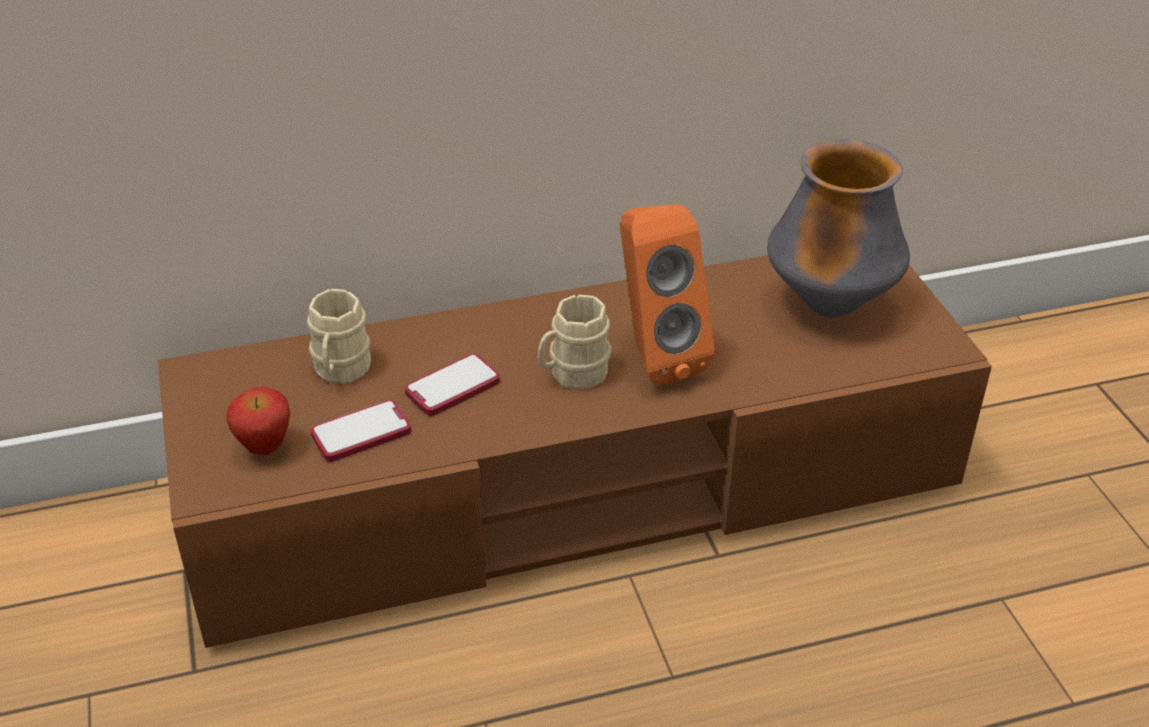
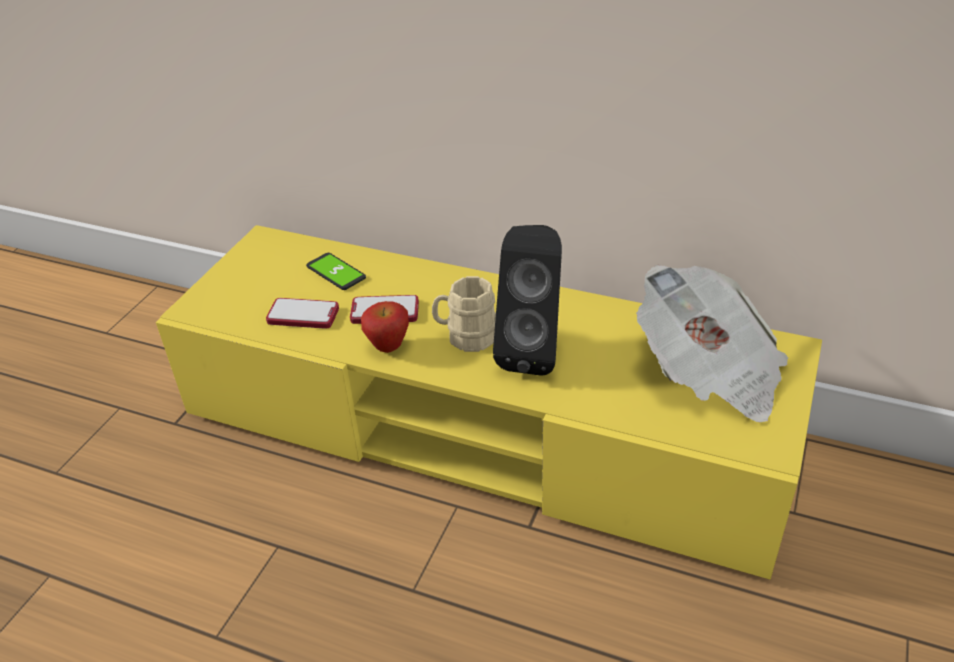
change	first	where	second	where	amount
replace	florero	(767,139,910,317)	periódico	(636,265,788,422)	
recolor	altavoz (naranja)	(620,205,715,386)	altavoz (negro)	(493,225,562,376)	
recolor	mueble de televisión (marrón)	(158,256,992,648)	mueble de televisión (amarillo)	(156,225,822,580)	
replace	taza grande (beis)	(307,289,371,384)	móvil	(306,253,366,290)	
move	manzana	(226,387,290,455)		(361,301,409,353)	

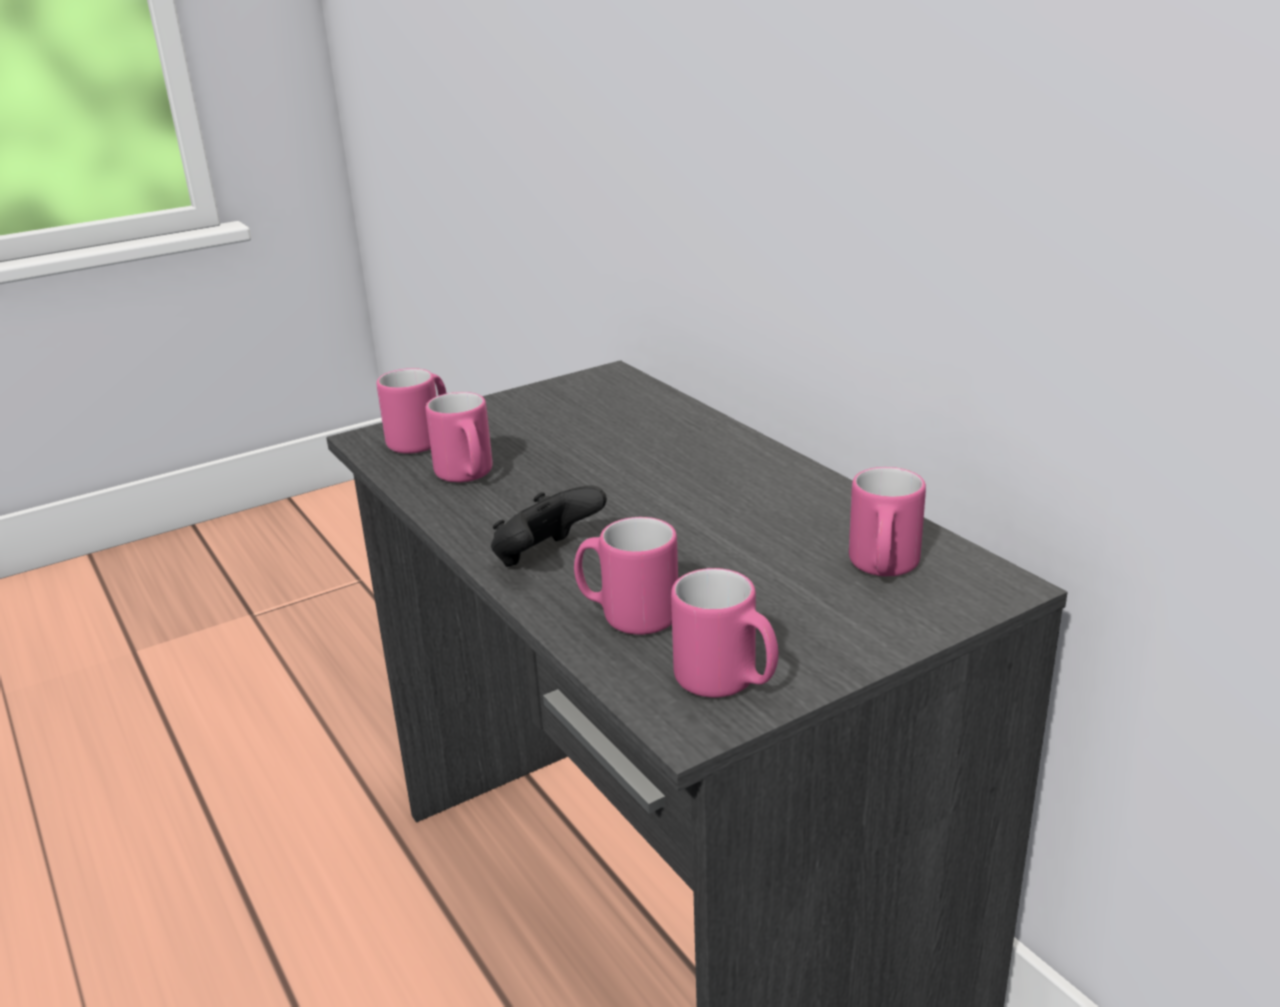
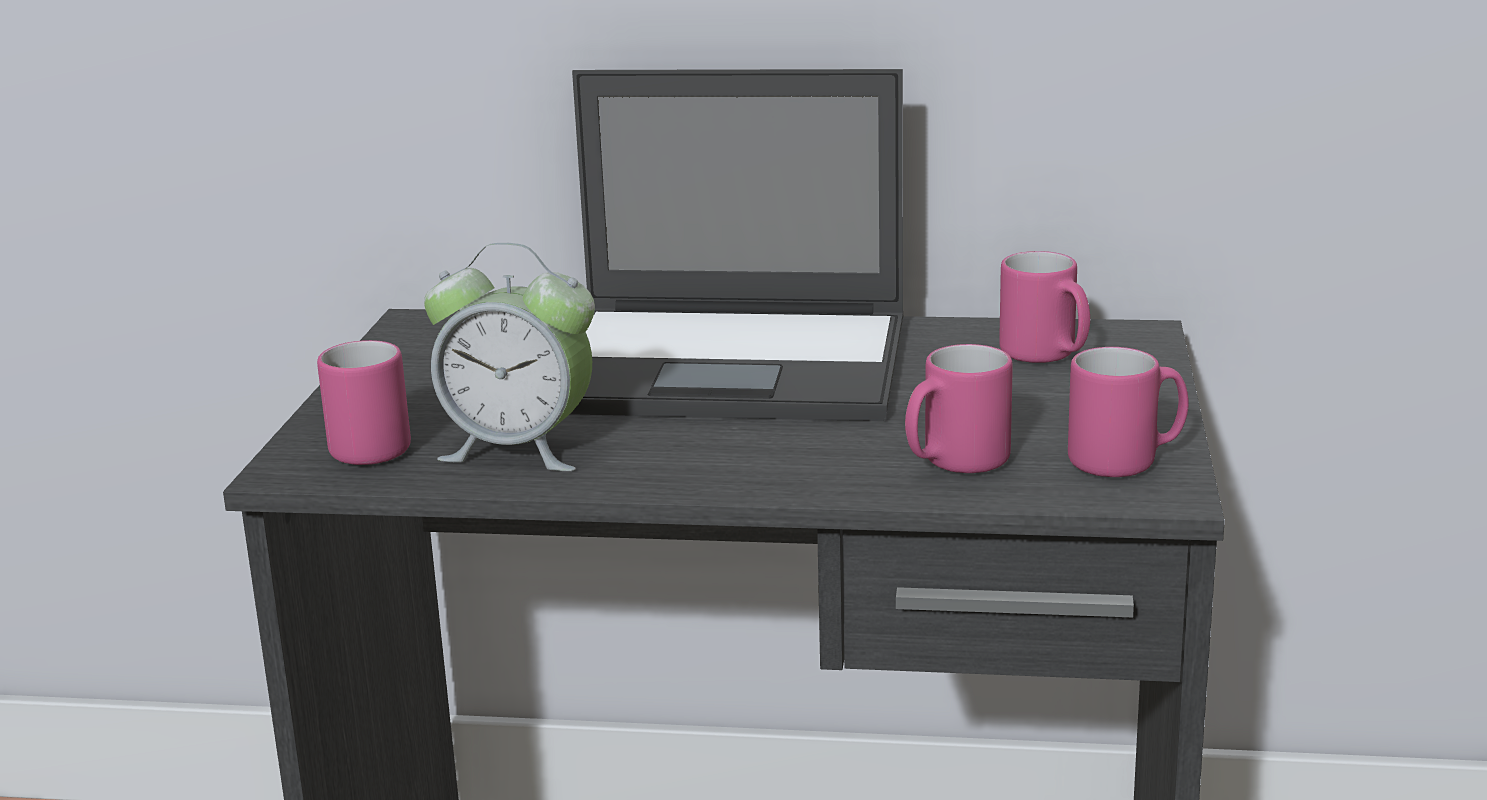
change	first	where	second	where	amount
replace	taza grande (rosa)	(426,392,493,482)	despertador	(424,243,595,471)	
delete	mando de consola (negro)	(491,485,607,567)			
insert			portátil	(570,69,903,421)	

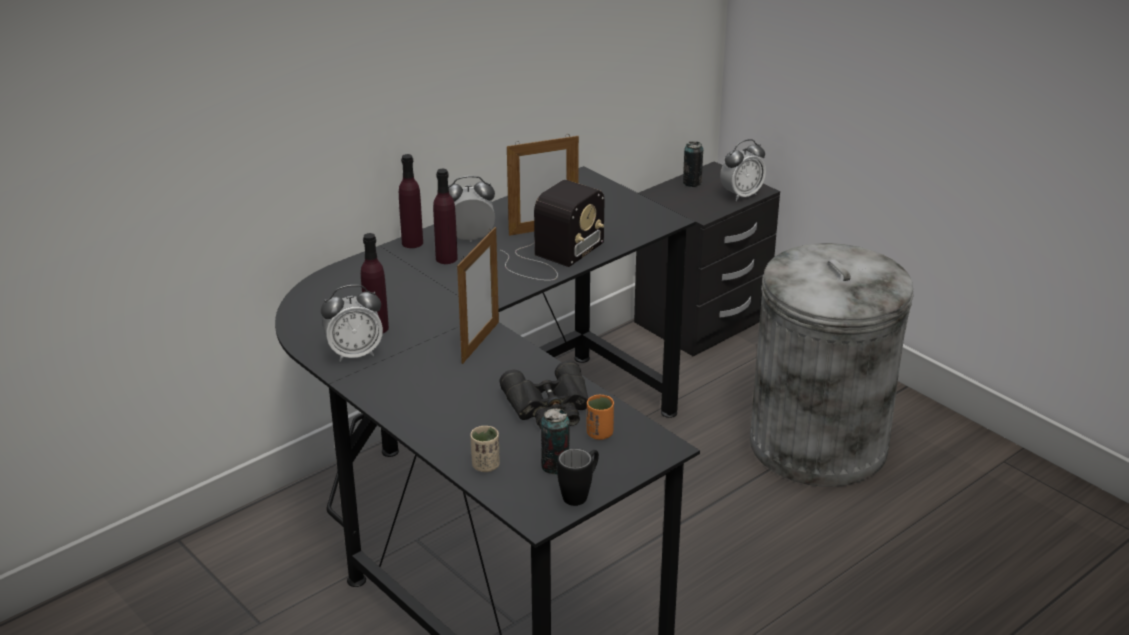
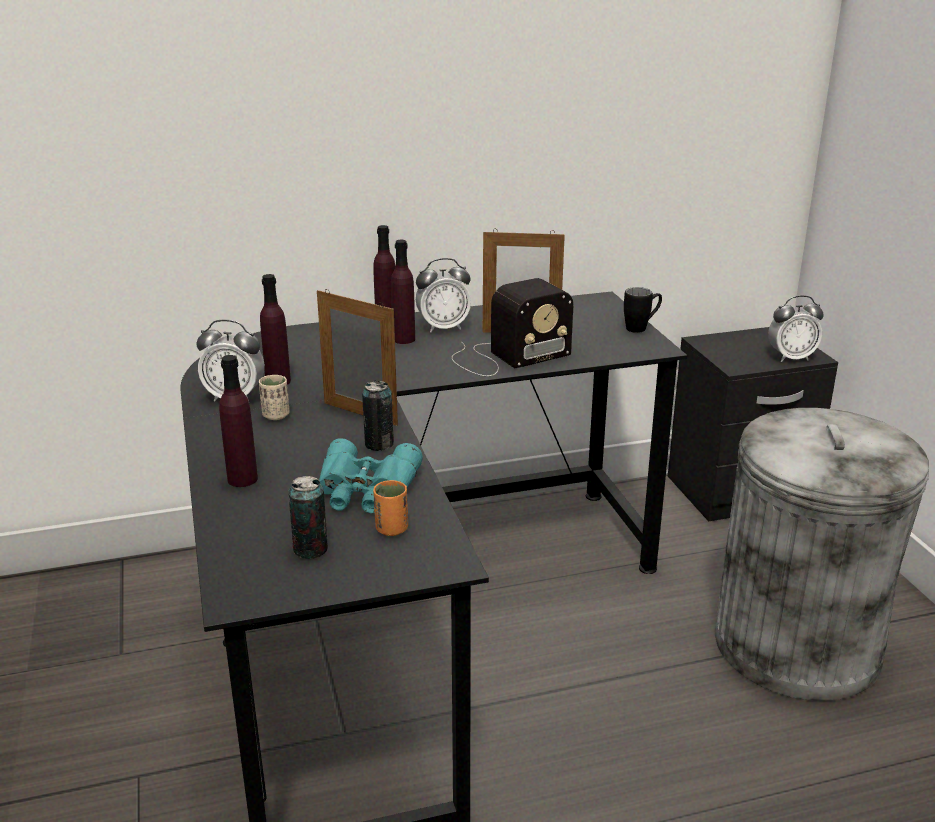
change	first	where	second	where	amount
move	lata	(683,141,703,187)		(362,381,394,451)	
rotate	despertador	(448,176,495,242)		(416,258,471,332)	150 degrees clockwise
rotate	portarretratos	(457,227,499,364)		(317,289,398,426)	105 degrees counterclockwise
recolor	prismáticos (negro)	(500,360,588,429)	prismáticos (turquesa)	(319,438,422,513)	
move	taza (beis)	(470,426,500,472)		(259,375,290,420)	
move	taza grande (negro)	(557,449,599,506)		(624,287,662,333)	
insert			botella (morado)	(219,355,258,487)	

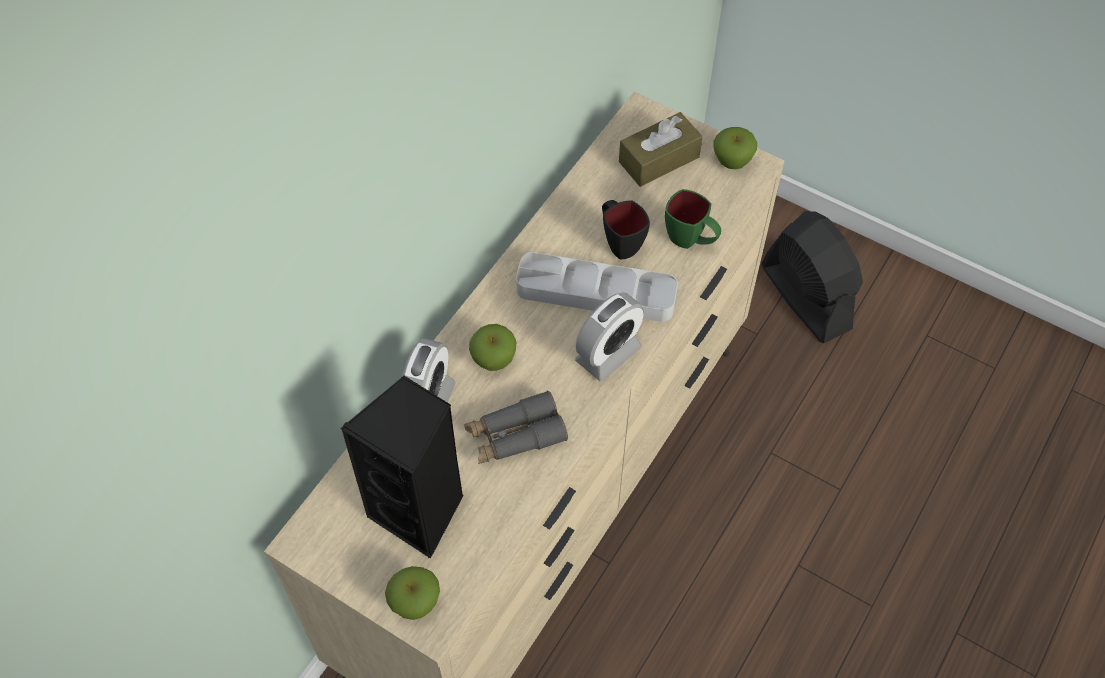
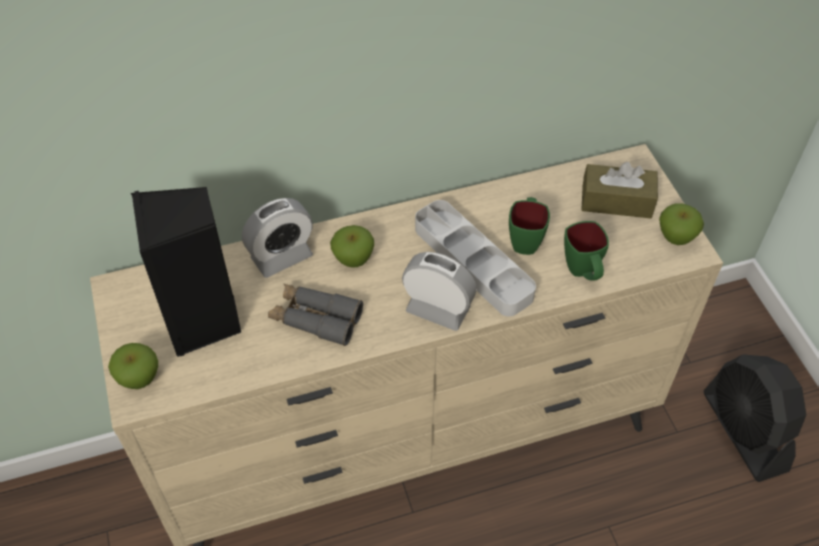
change	first	where	second	where	amount
recolor	taza grande (negro)	(602,200,650,259)	taza grande (verde)	(509,197,550,255)	
rotate	ventilador (negro)	(762,211,863,343)		(704,354,806,482)	150 degrees clockwise
rotate	despertador	(575,292,644,381)		(402,252,477,331)	150 degrees counterclockwise

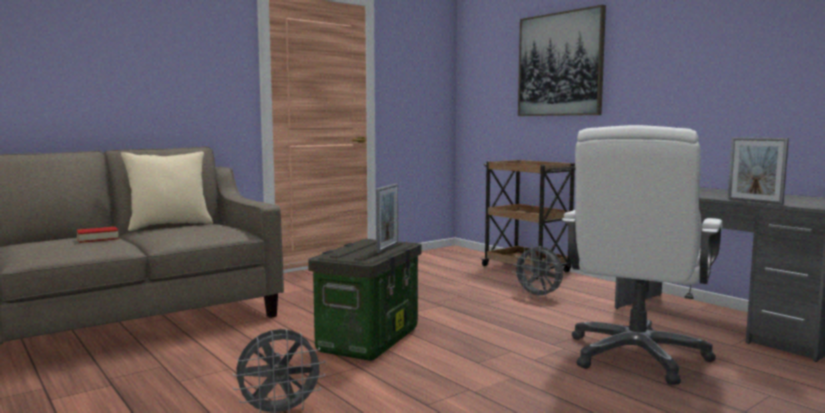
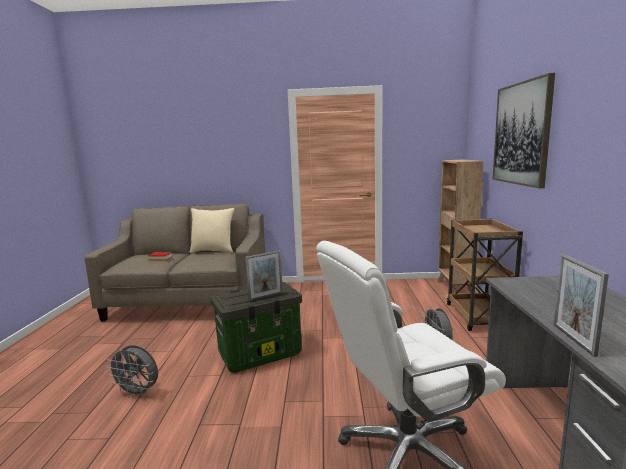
change	first	where	second	where	amount
insert			estantería (marrón)	(437,159,484,294)	

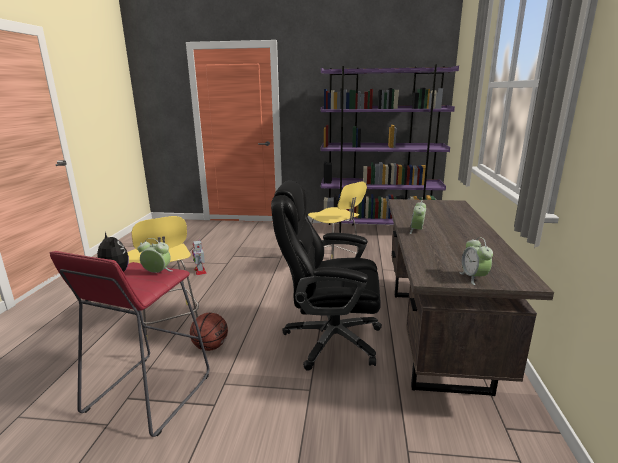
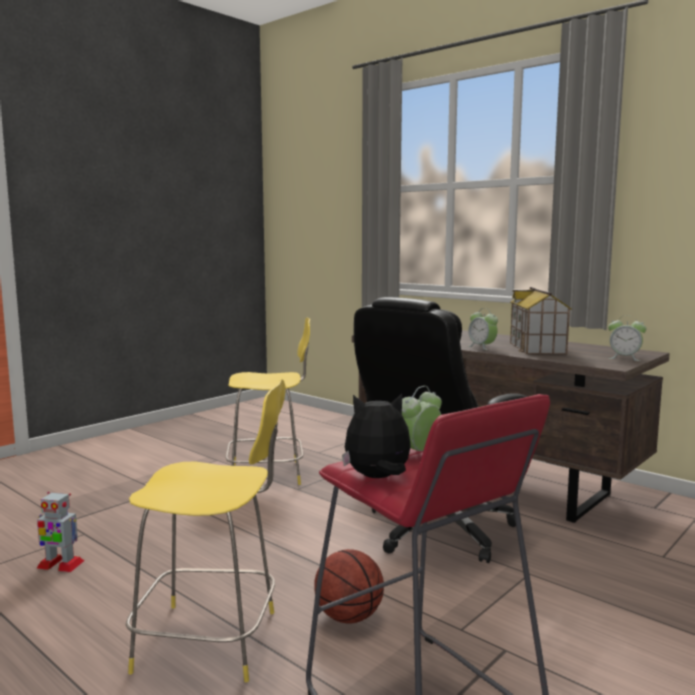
change	first	where	second	where	amount
delete	estantería (morado)	(321,64,459,233)			
insert			casita	(510,287,572,354)	

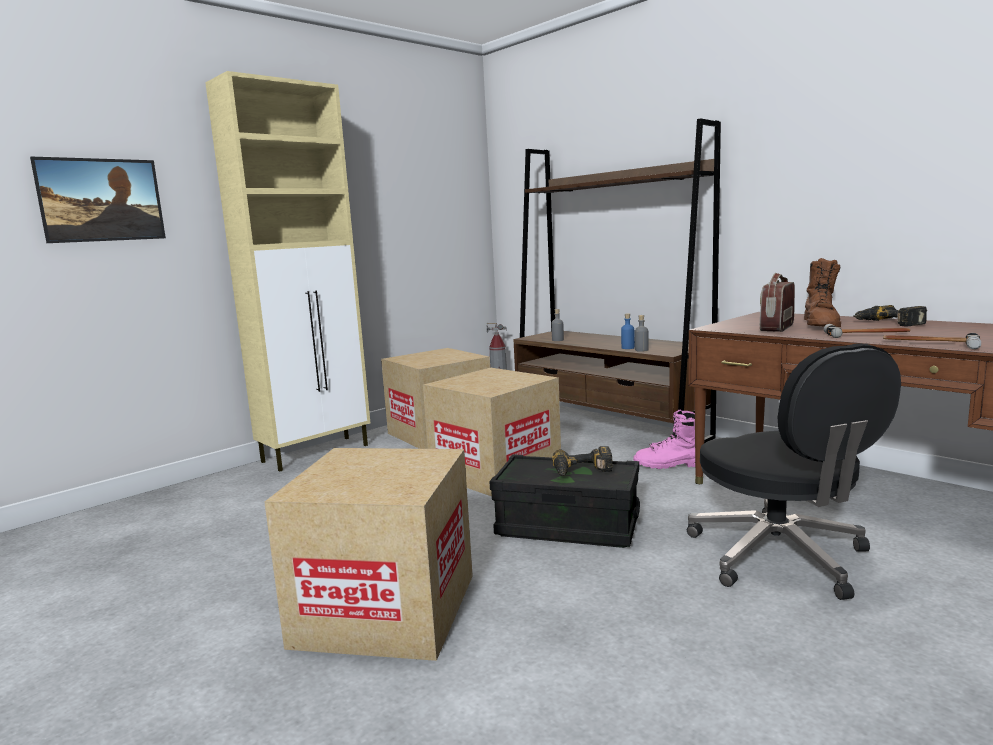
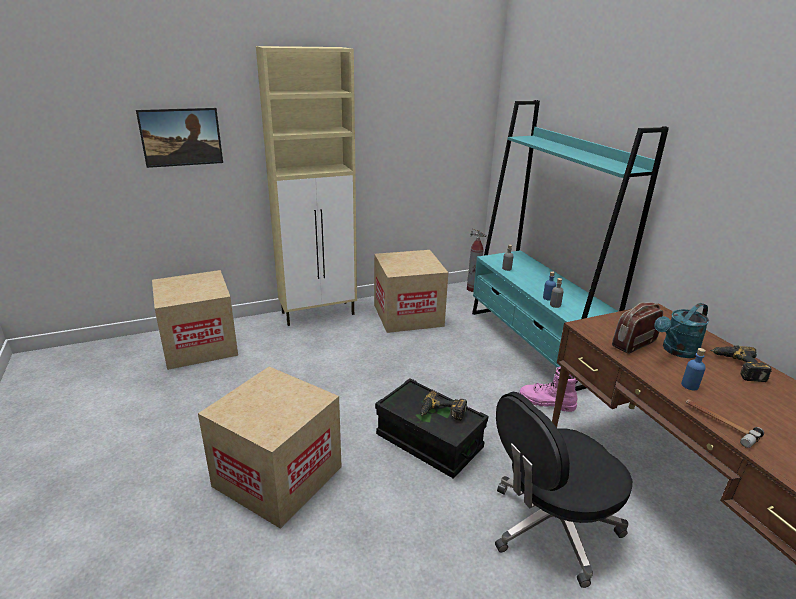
change	first	where	second	where	amount
recolor	estantería (marrón)	(513,118,721,443)	estantería (turquesa)	(472,100,669,391)	
replace	bota (marrón)	(804,258,841,327)	regadera (turquesa)	(655,303,709,358)	
replace	martillo	(824,324,910,338)	botella (azul)	(681,348,706,390)	
rotate	silla de oficina (negro)	(687,343,901,600)		(495,392,632,588)	60 degrees clockwise
move	caja de cartón	(423,368,561,496)		(152,270,238,370)	

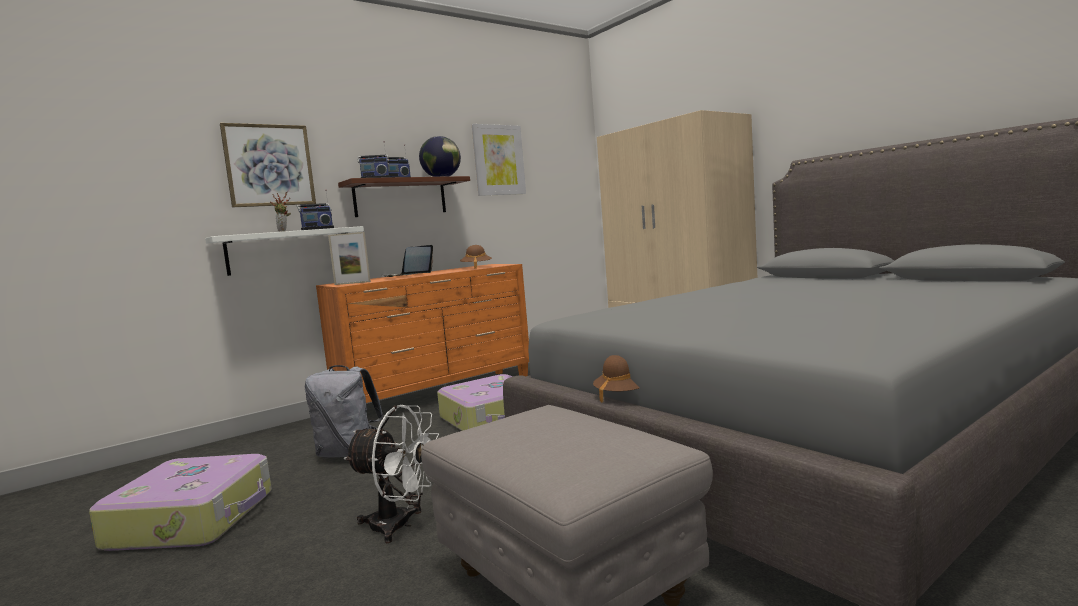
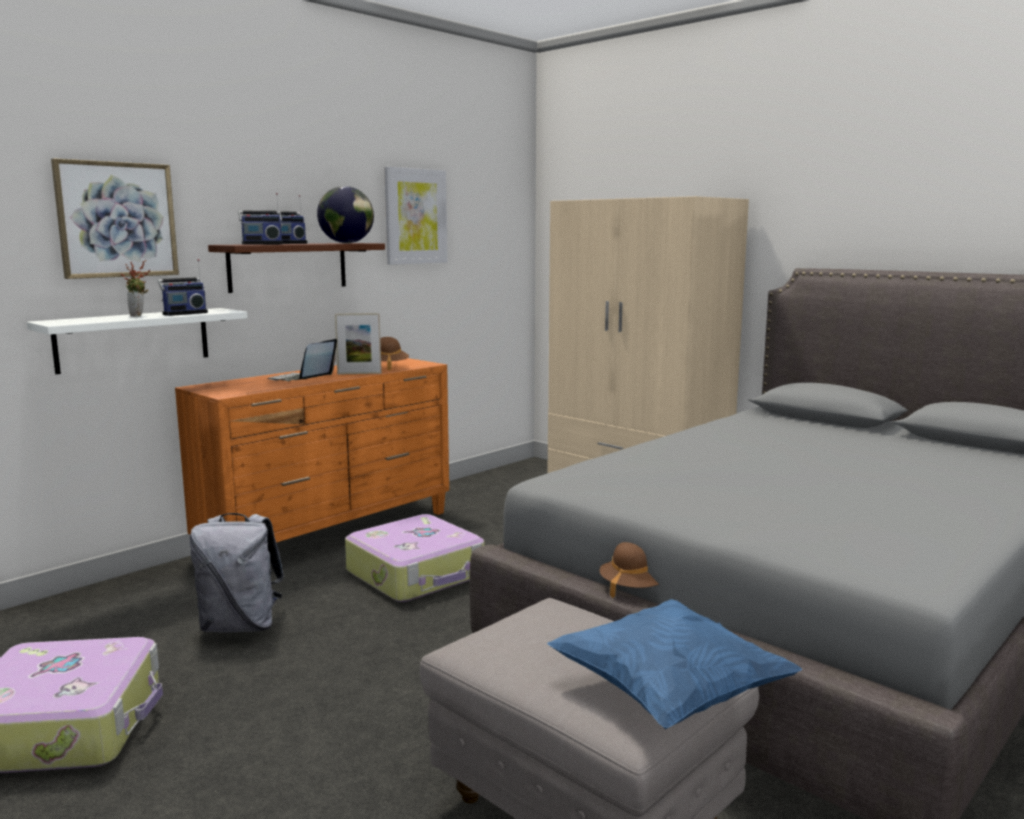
change	first	where	second	where	amount
move	portarretratos	(328,232,371,285)		(335,313,382,375)	
delete	ventilador (blanco)	(344,405,439,543)			
insert			cojín (azul)	(547,599,802,729)	

